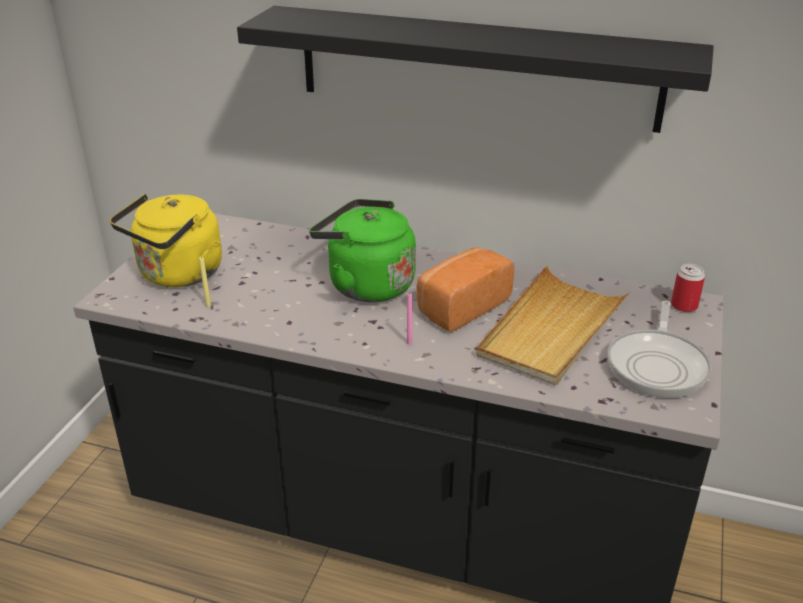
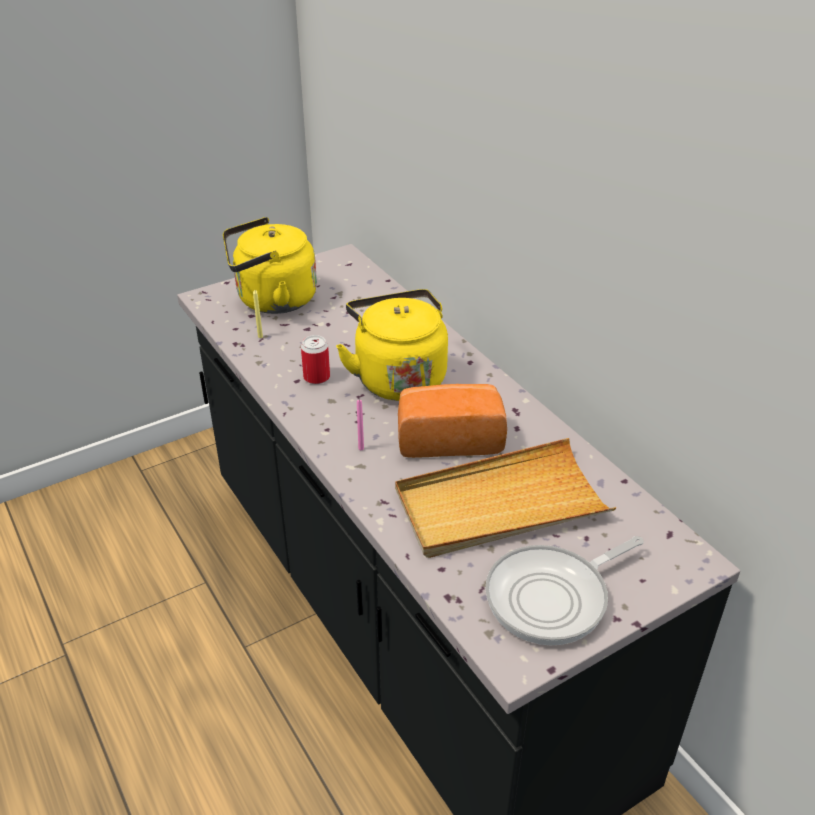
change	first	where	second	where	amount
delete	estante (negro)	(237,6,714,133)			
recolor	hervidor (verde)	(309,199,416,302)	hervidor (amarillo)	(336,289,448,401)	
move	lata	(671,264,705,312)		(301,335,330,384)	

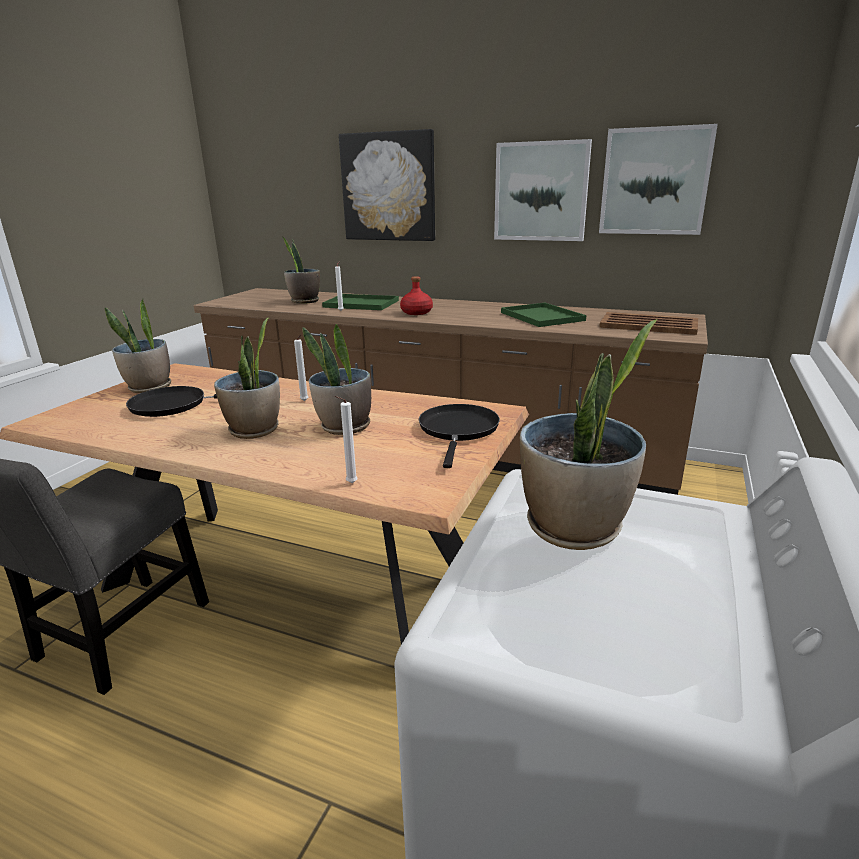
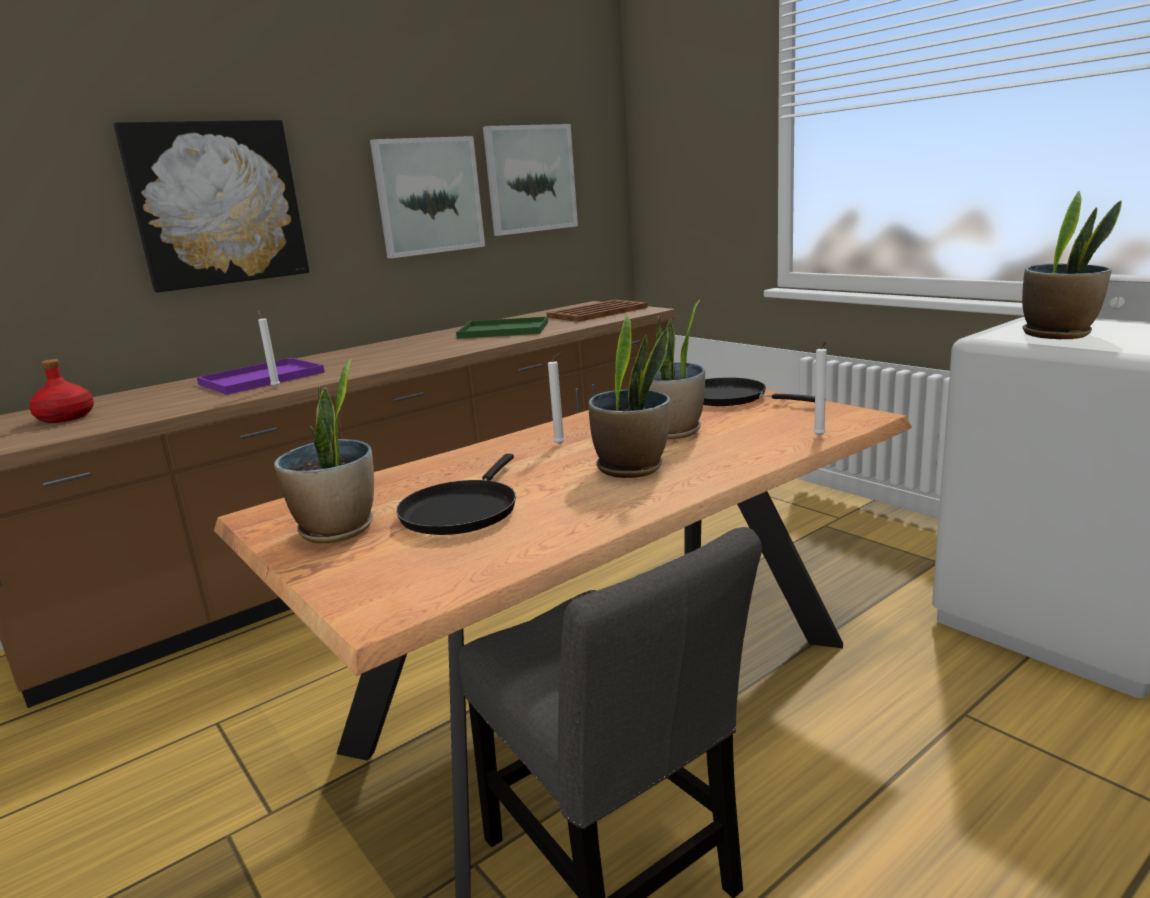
change	first	where	second	where	amount
delete	planta en maceta	(283,237,320,304)			
move	botella (rojo)	(400,276,433,315)		(29,359,94,423)	
recolor	bandeja (verde)	(322,294,399,310)	bandeja (morado)	(197,358,325,395)	

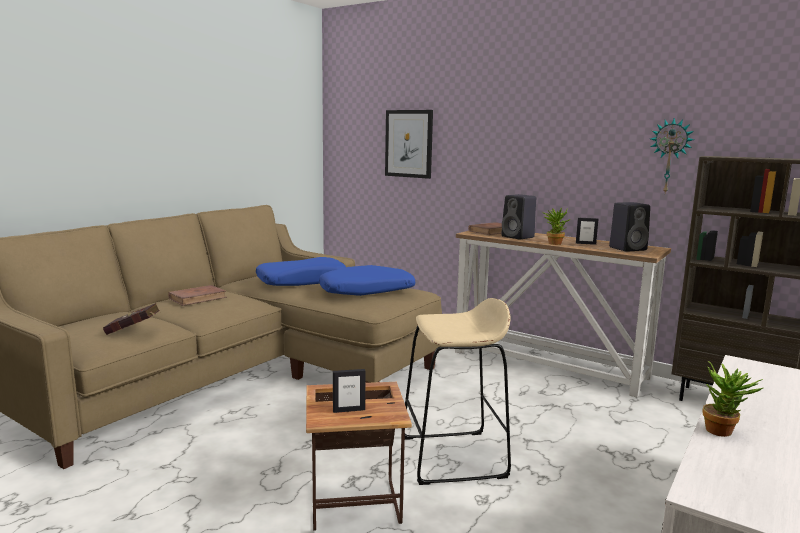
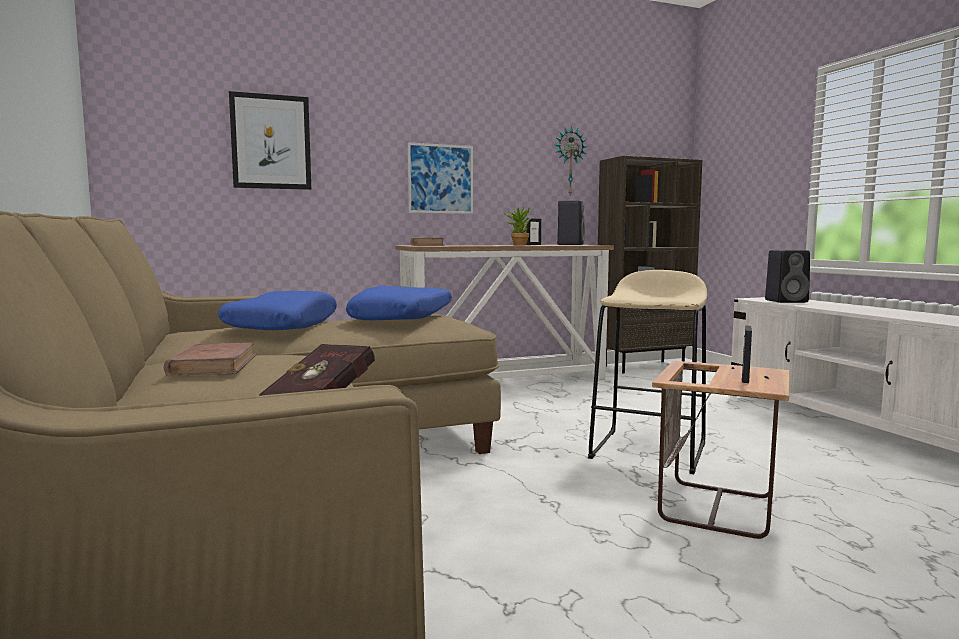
change	first	where	second	where	amount
move	altavoz (negro)	(502,194,536,239)		(765,250,810,303)	
delete	planta en maceta	(703,361,763,437)			
insert			cuadro	(408,143,473,214)	

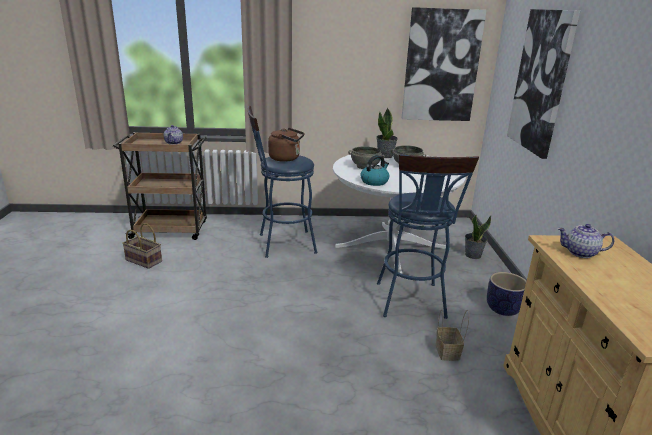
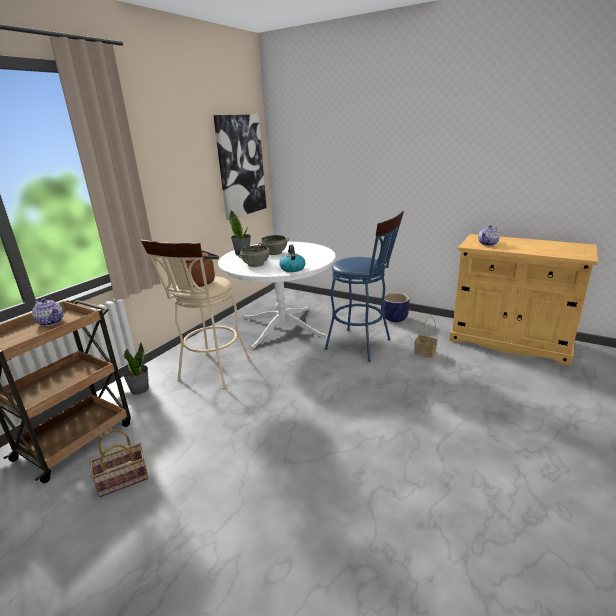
change	first	where	second	where	amount
delete	cuadro	(507,9,580,159)			
recolor	taburete (azul)	(248,106,317,258)	taburete (beis)	(141,240,251,389)	
move	planta en maceta	(465,215,491,259)		(122,343,149,395)	

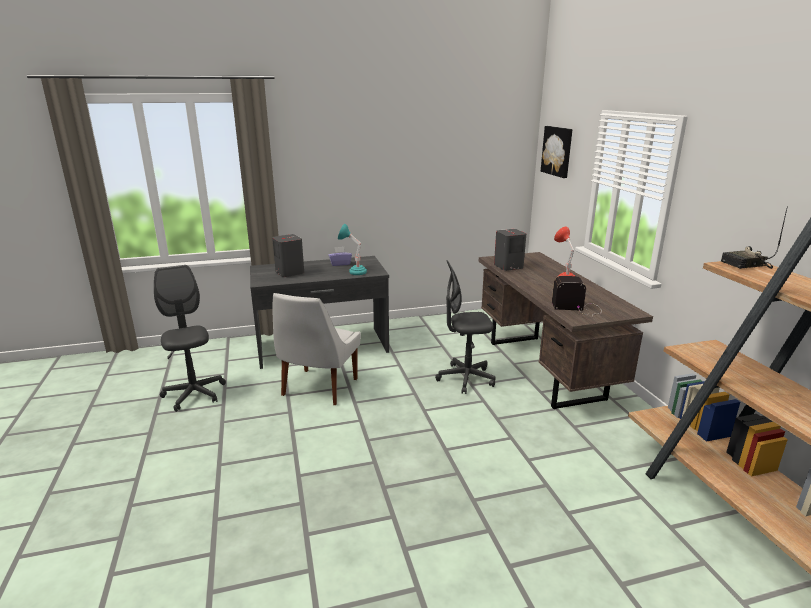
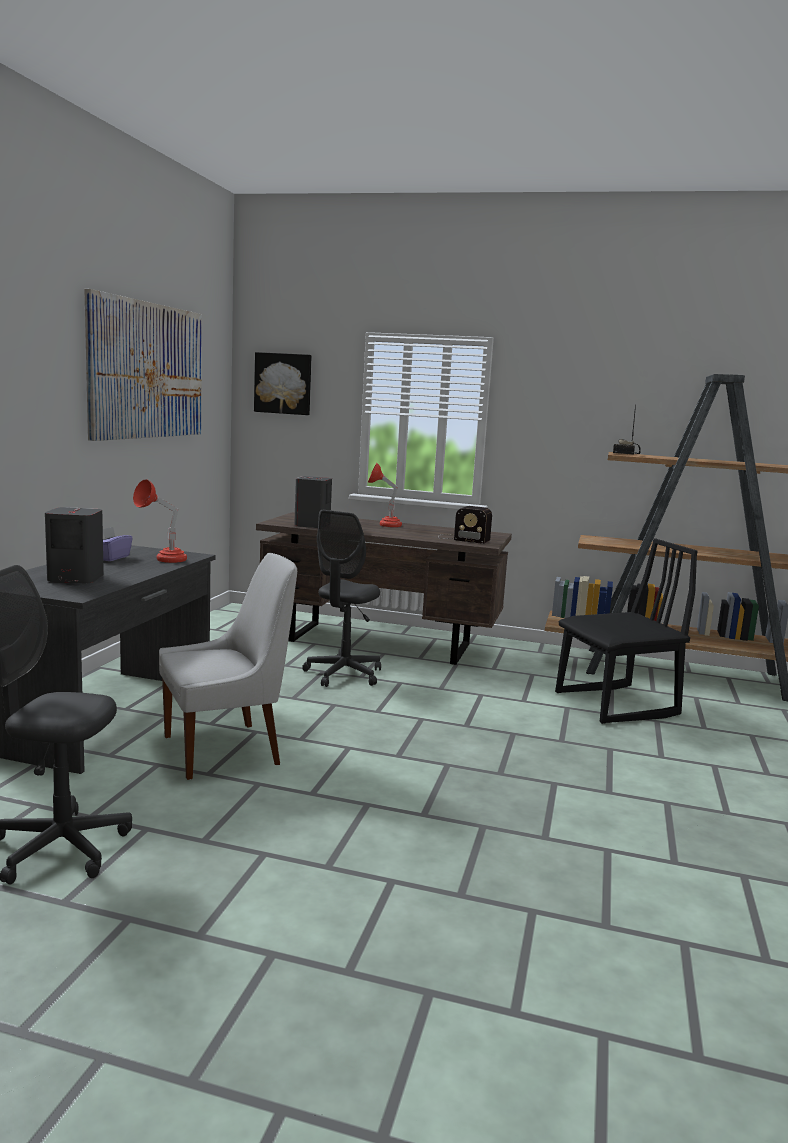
change	first	where	second	where	amount
recolor	lámpara de mesa (turquesa)	(338,224,367,275)	lámpara de mesa (rojo)	(133,479,187,563)	
rotate	radio	(552,276,602,315)		(439,506,492,544)	105 degrees counterclockwise
rotate	silla (blanco)	(272,293,361,405)		(159,553,297,780)	75 degrees counterclockwise
insert			cuadro	(84,289,202,441)	
insert			silla (negro)	(555,538,698,724)	

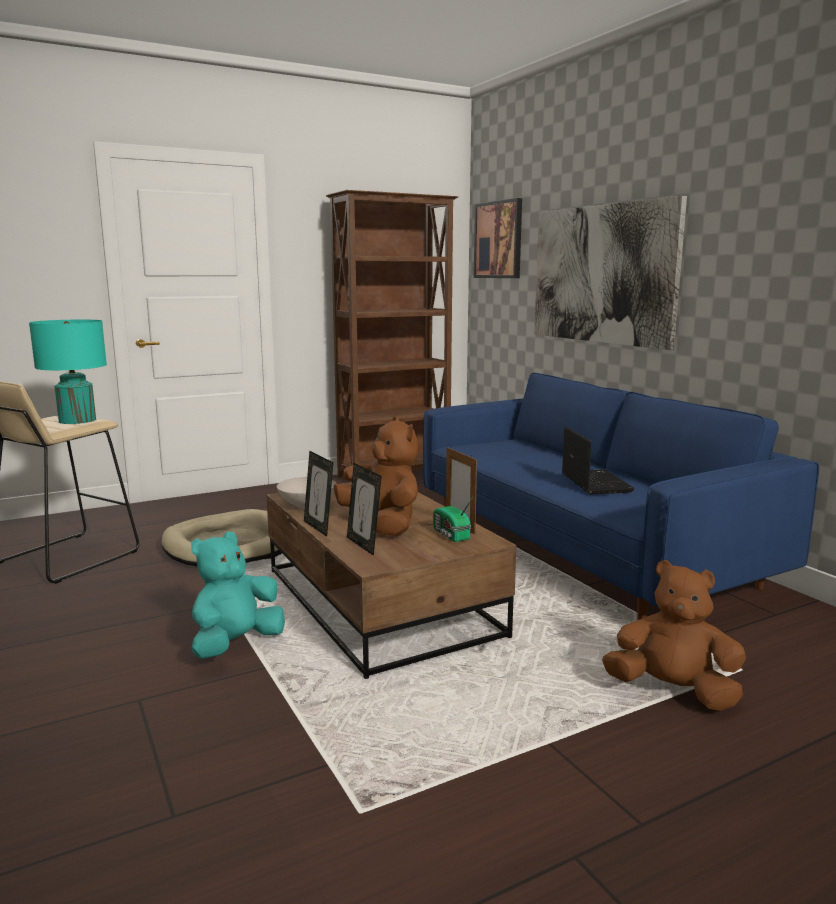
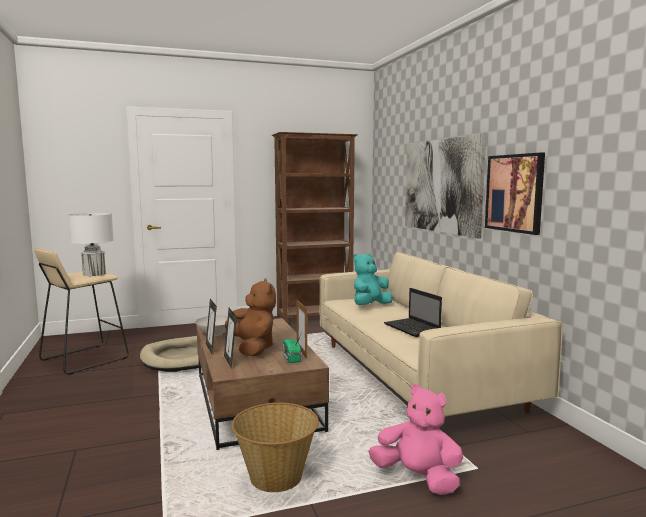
change	first	where	second	where	amount
move	cuadro	(474,198,522,278)		(485,152,545,235)	
recolor	lámpara de mesa (turquesa)	(29,320,107,424)	lámpara de mesa (blanco)	(68,213,114,276)	
recolor	sofá (azul)	(423,373,819,620)	sofá (beis)	(319,252,563,417)	
rotate	portátil	(562,426,635,494)		(384,288,442,337)	150 degrees clockwise
move	peluche (turquesa)	(191,532,285,659)		(353,253,393,305)	
recolor	peluche (marrón)	(602,560,746,711)	peluche (rosa)	(368,384,463,495)	
insert			cesta	(231,403,319,492)	

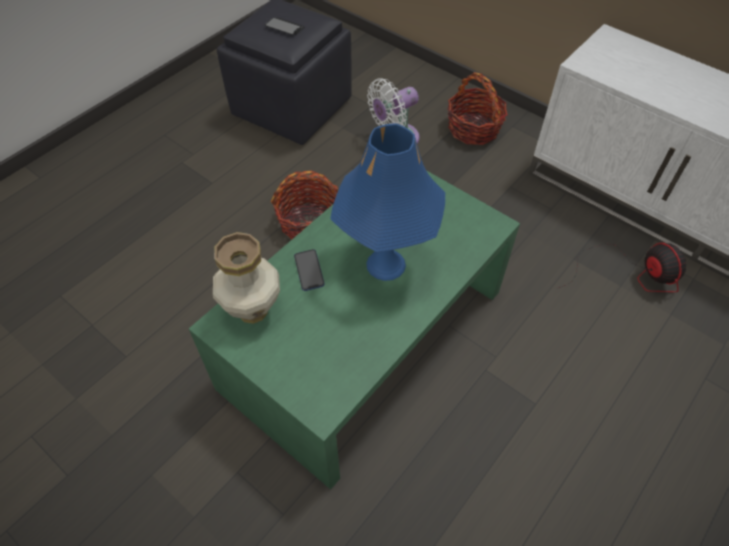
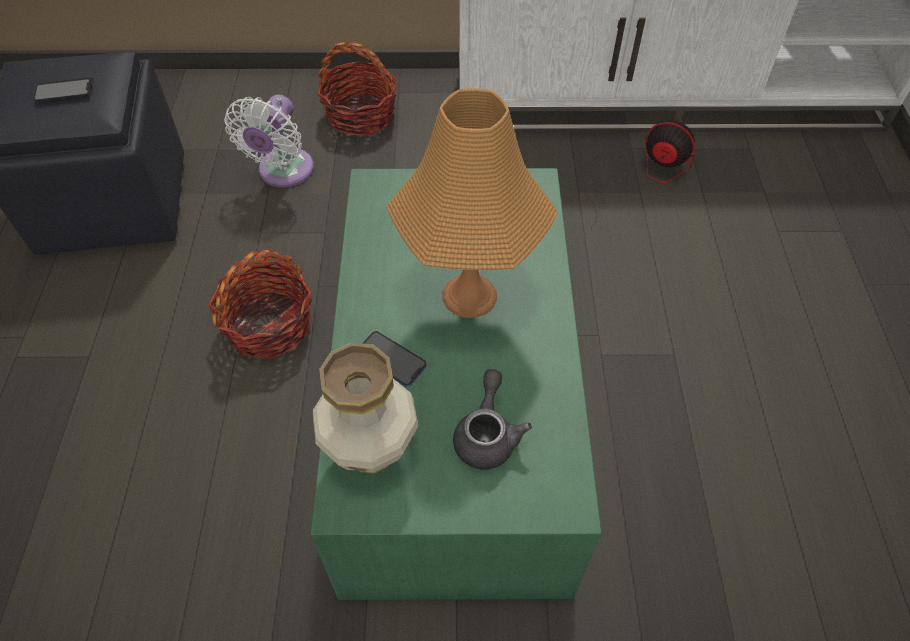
change	first	where	second	where	amount
recolor	lámpara de mesa (azul)	(330,123,445,281)	lámpara de mesa (naranja)	(386,88,558,318)	
insert			tetera (gris)	(453,369,532,470)	

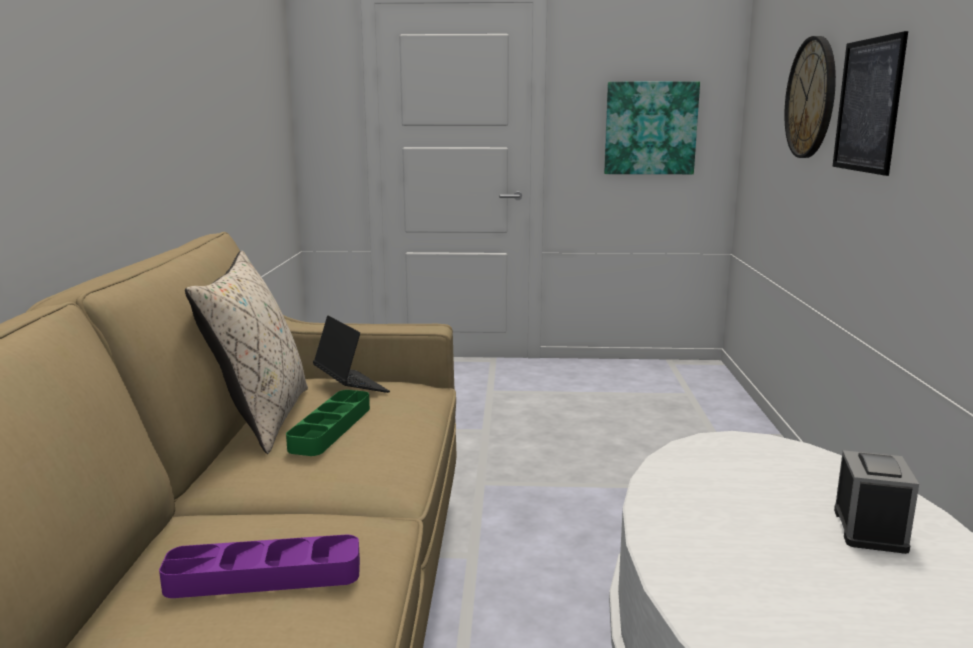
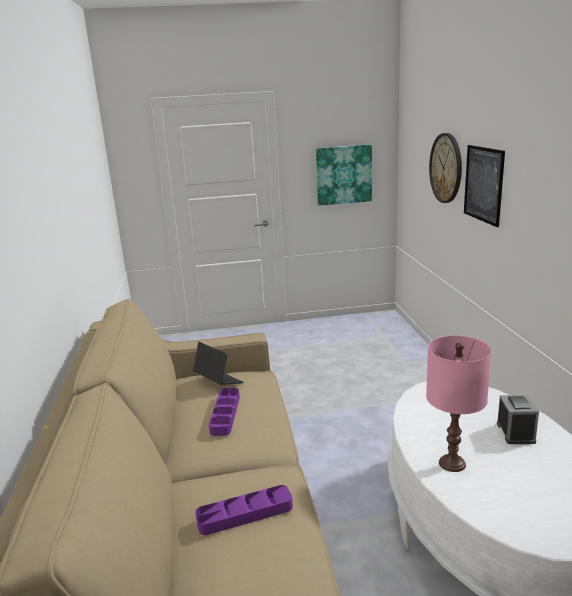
change	first	where	second	where	amount
delete	cojín (beis)	(185,251,308,454)			
recolor	bandeja (verde)	(286,390,370,456)	bandeja (morado)	(209,388,240,436)	
insert			lámpara de mesa (rosa)	(426,335,492,472)	

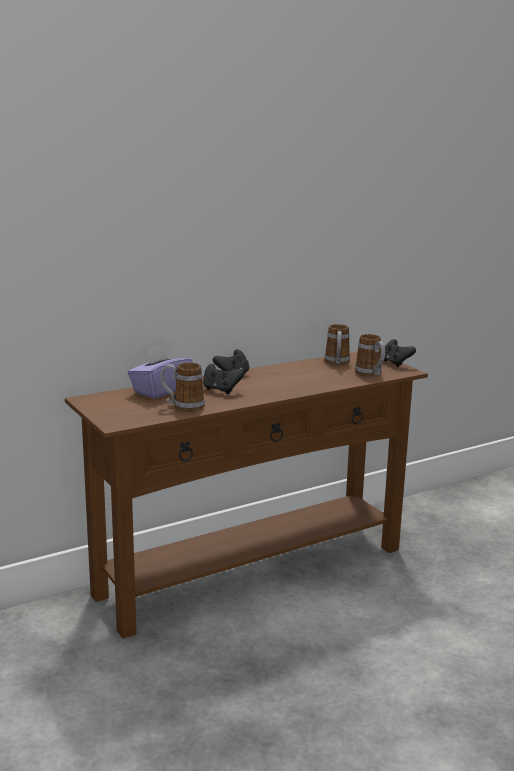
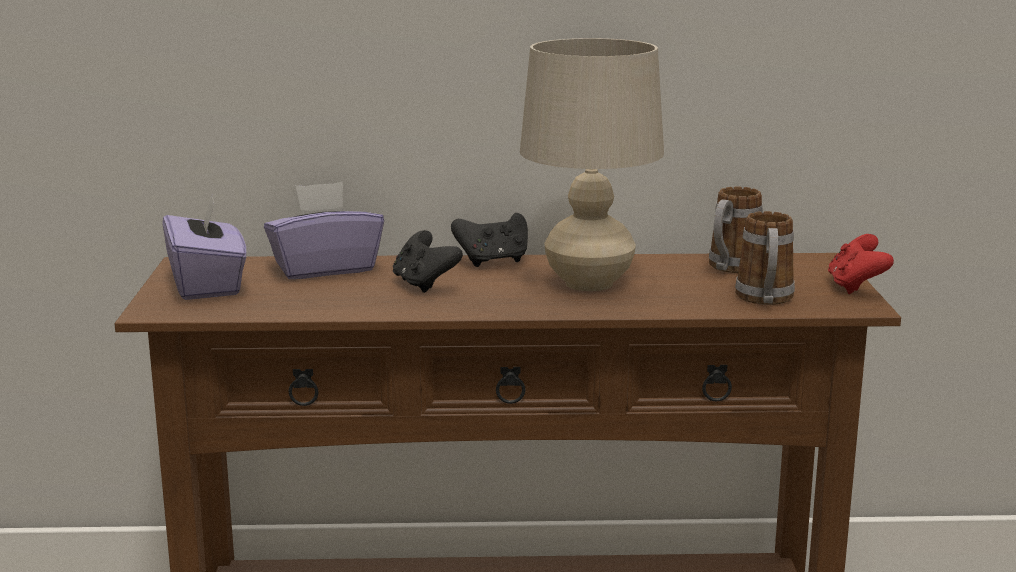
change	first	where	second	where	amount
recolor	mando de consola (negro)	(384,339,416,367)	mando de consola (rojo)	(828,234,894,294)	
delete	taza grande	(160,362,205,412)			
insert			lámpara de mesa (beis)	(520,38,664,291)	
insert			caja de pañuelos (morado)	(162,193,247,300)	

